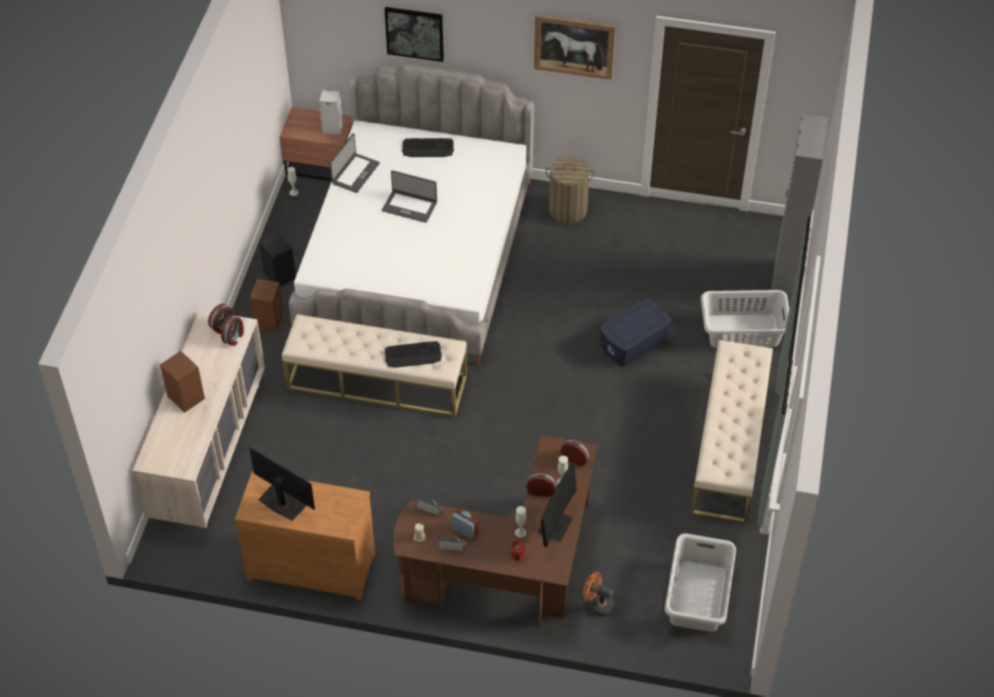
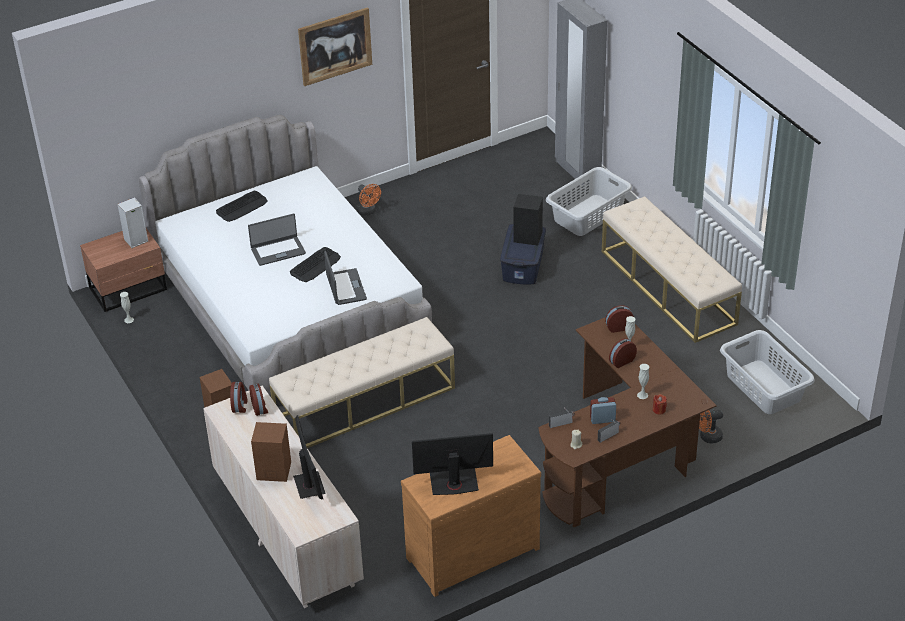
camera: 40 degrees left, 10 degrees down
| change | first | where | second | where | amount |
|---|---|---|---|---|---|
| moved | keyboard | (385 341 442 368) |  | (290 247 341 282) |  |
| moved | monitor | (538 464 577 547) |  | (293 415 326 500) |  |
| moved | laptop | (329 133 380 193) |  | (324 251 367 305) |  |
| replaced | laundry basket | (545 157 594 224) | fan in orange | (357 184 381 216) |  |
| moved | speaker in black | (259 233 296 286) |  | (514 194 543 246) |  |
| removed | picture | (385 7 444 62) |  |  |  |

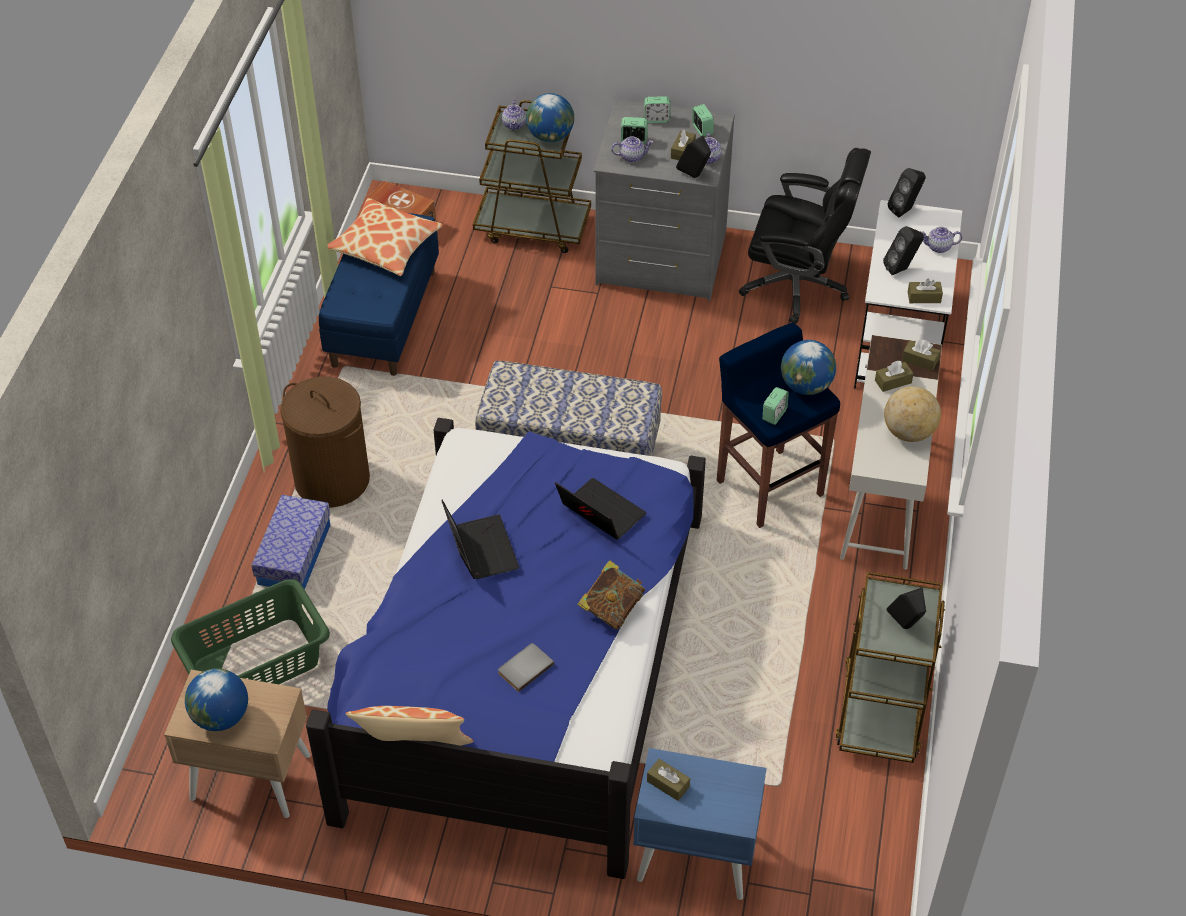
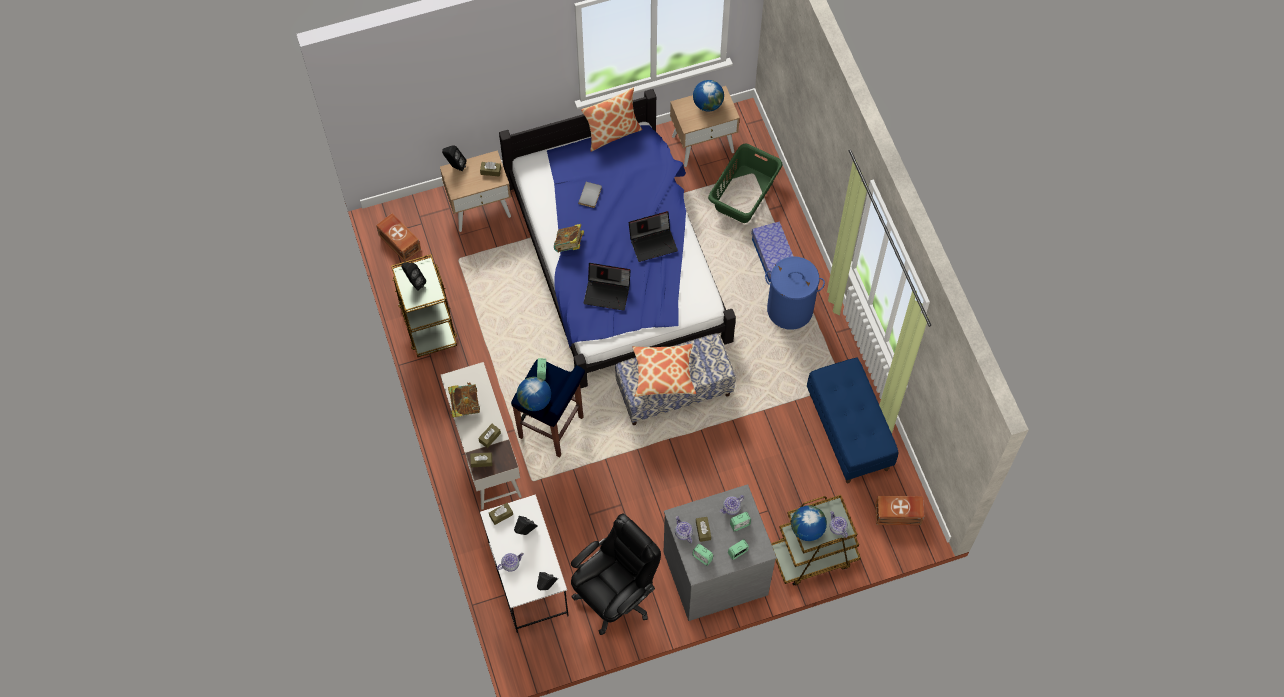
camera: 150 degrees right, 15 degrees up
| change | first | where | second | where | amount |
|---|---|---|---|---|---|
| added |  |  | storage box in brown | (376 213 421 262) |  |
| recoloured | nightstand in blue | (633 748 767 900) | nightstand in beige | (440 150 511 232) |  |
| moved | speaker in black | (676 135 711 178) |  | (442 145 467 172) |  |
| replaced | globe | (884 386 941 442) | book | (448 382 480 418) |  |
| turned | office chair in black | (739 148 871 324) |  | (571 513 661 635) | 150 degrees clockwise |
| turned | laptop | (441 500 519 579) |  | (629 211 678 262) | 60 degrees counterclockwise |
| moved | pillow | (328 198 443 276) |  | (632 344 696 397) |  |
| recoloured | laundry basket in brown | (281 376 370 507) | laundry basket in blue | (765 257 825 330) |  |

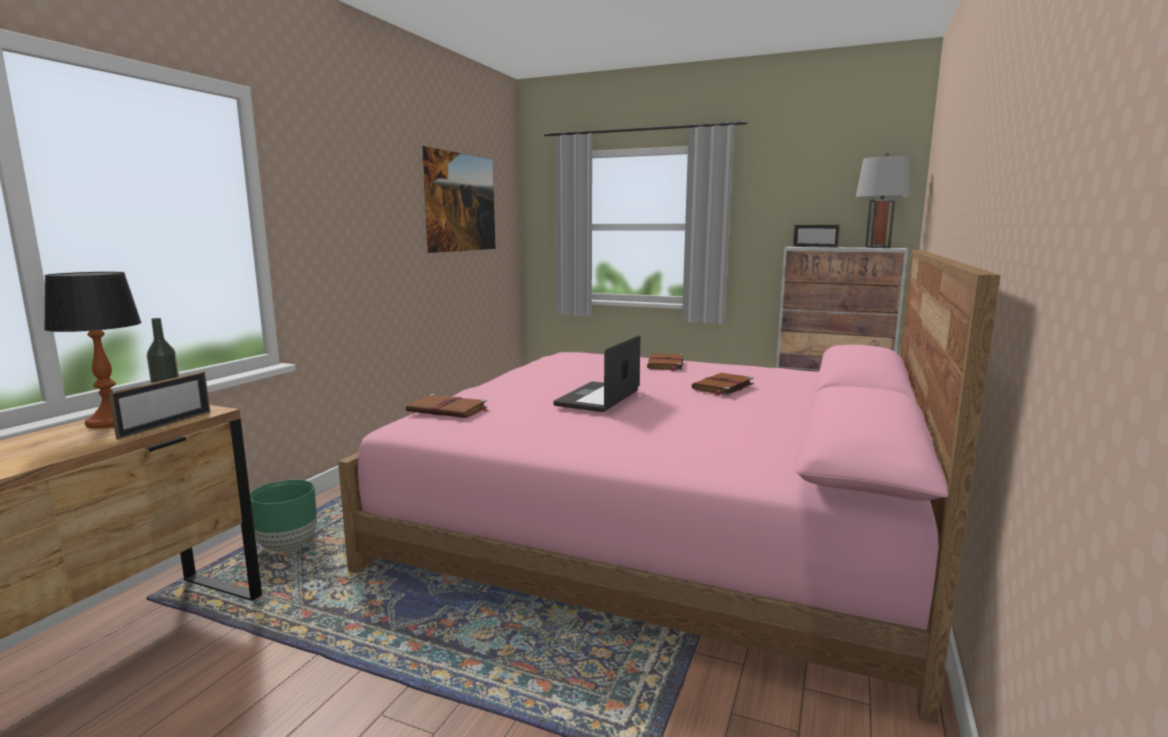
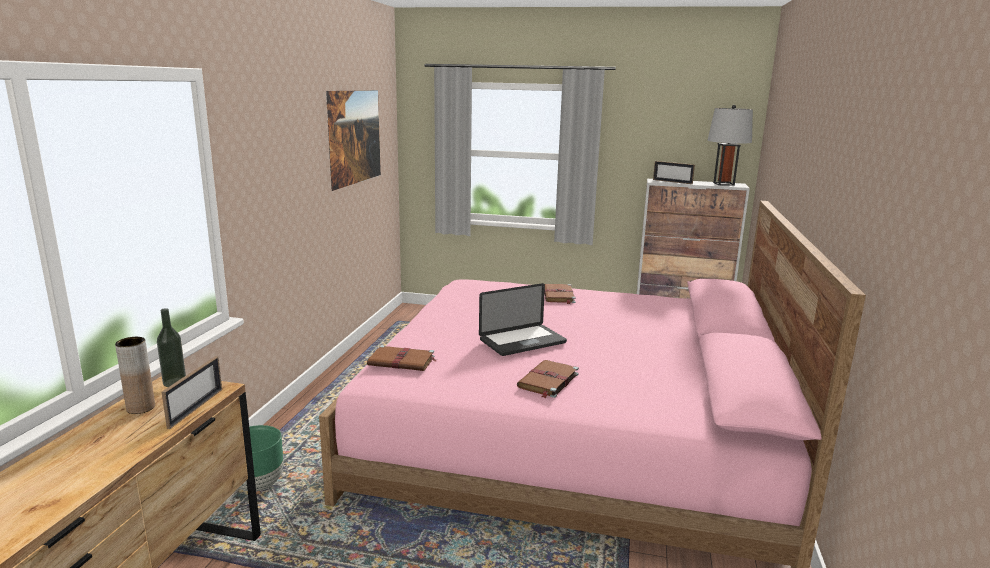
camera: 10 degrees left, 5 degrees up
| change | first | where | second | where | amount |
|---|---|---|---|---|---|
| replaced | table lamp | (44 272 142 428) | vase in brown | (115 337 155 414) |  |
| turned | laptop | (554 335 640 412) |  | (479 283 567 356) | 135 degrees counterclockwise |
| moved | book in brown | (691 373 754 396) |  | (517 360 579 398) |  |

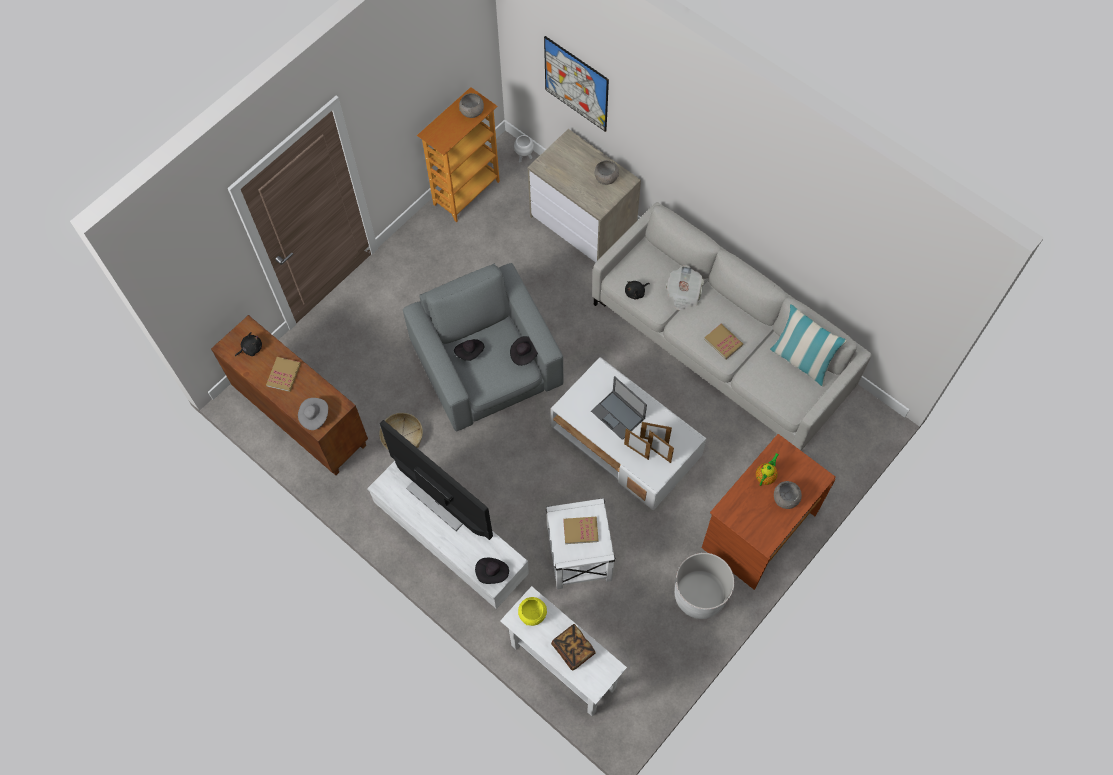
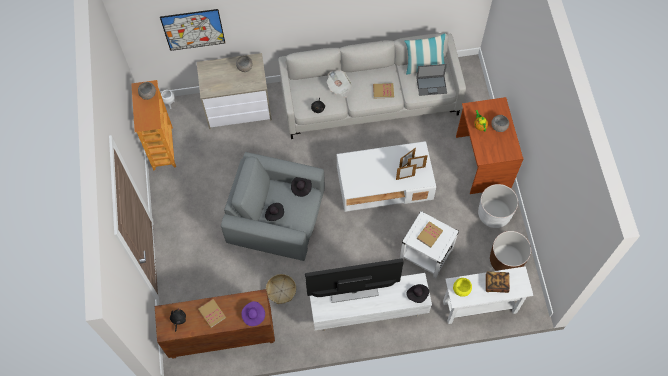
camera: 50 degrees left, 0 degrees up
| change | first | where | second | where | amount |
|---|---|---|---|---|---|
| recoloured | hat in grey | (298 398 328 430) | hat in purple | (241 301 265 326) |  |
| moved | laptop | (591 376 647 440) |  | (417 64 447 96) |  |
| added |  |  | planter in brown | (490 231 531 271) |  |

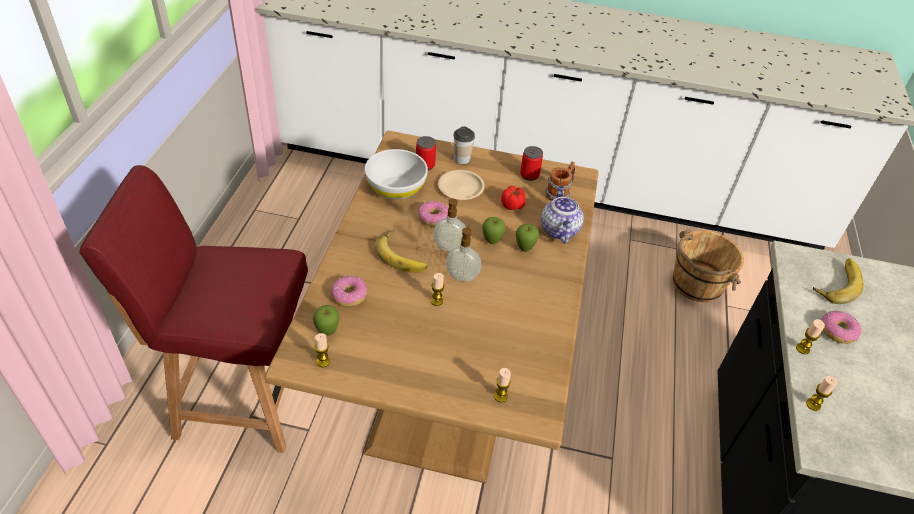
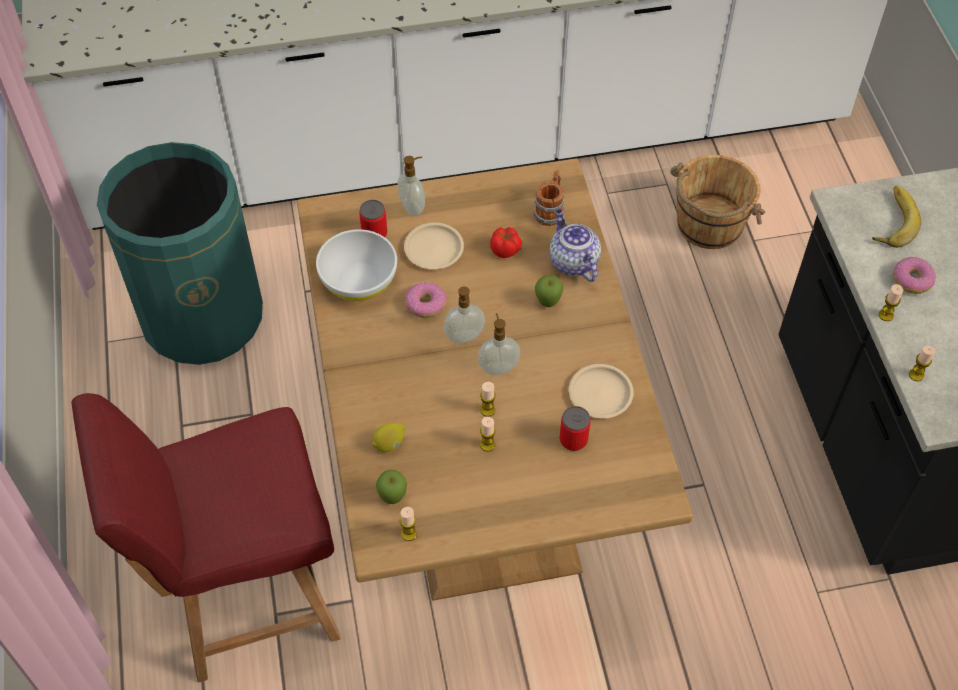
camera: 20 degrees left, 10 degrees up
| change | first | where | second | where | amount |
|---|---|---|---|---|---|
| added |  |  | trash can in green | (97 142 263 365) |  |
| replaced | donut | (331 276 367 307) | lemon | (372 423 405 452) |  |
| replaced | cup | (453 127 475 164) | soap dispenser | (398 156 425 216) |  |
| moved | candle | (494 368 511 402) |  | (480 417 496 451) |  |
| moved | can | (520 146 543 181) |  | (559 406 590 451) |  |
| added |  |  | plate in beige | (569 364 634 418) |  |
| removed | banana | (375 230 428 272) |  |  |  |
| removed | apple | (482 217 506 244) |  |  |  |

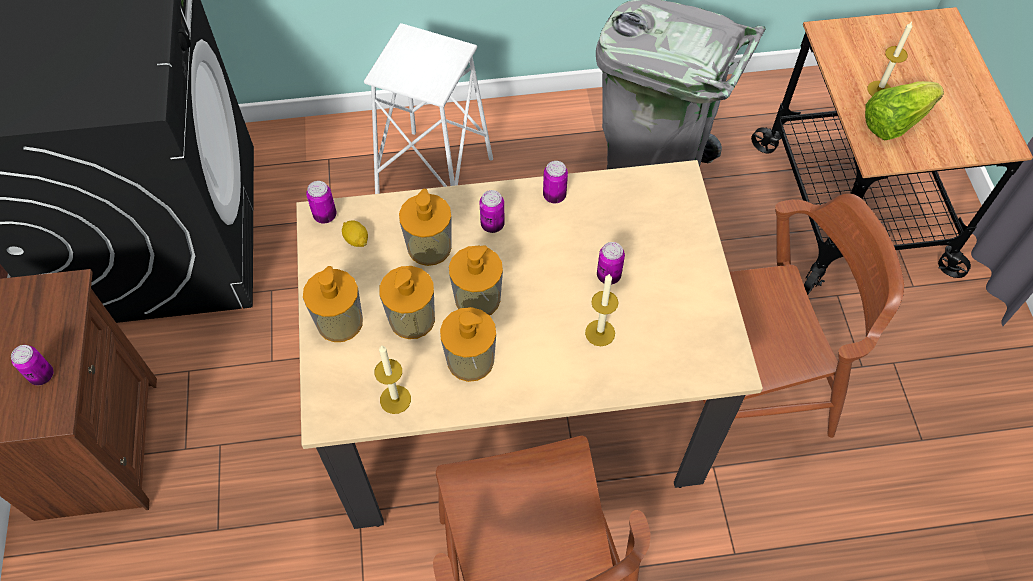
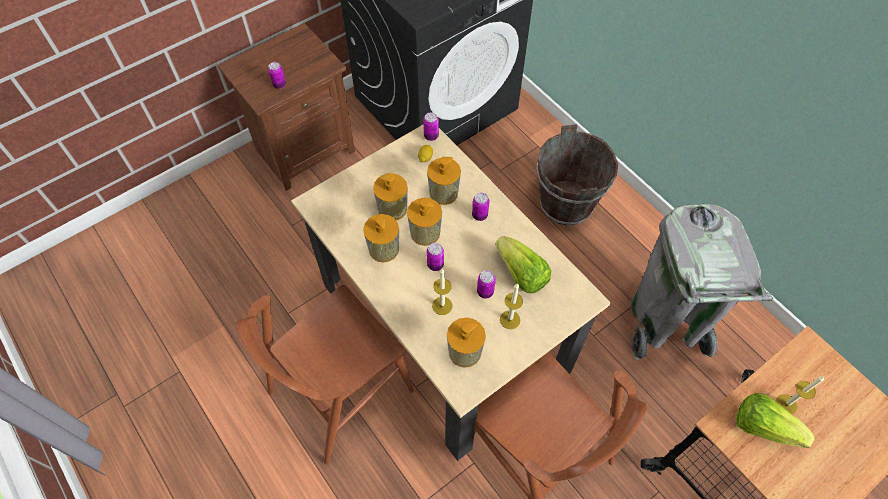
camera: 60 degrees right, 0 degrees up
| change | first | where | second | where | amount |
|---|---|---|---|---|---|
| moved | can | (543 161 568 203) |  | (427 243 444 271) |  |
| moved | soap dispenser | (303 266 363 342) |  | (447 317 486 368) |  |
| added |  |  | lettuce | (495 236 551 293) |  |
| moved | candle | (374 346 411 414) |  | (500 283 523 329) |  |
| replaced | stool in white | (364 23 493 194) | bucket in brown | (536 124 618 226) |  |

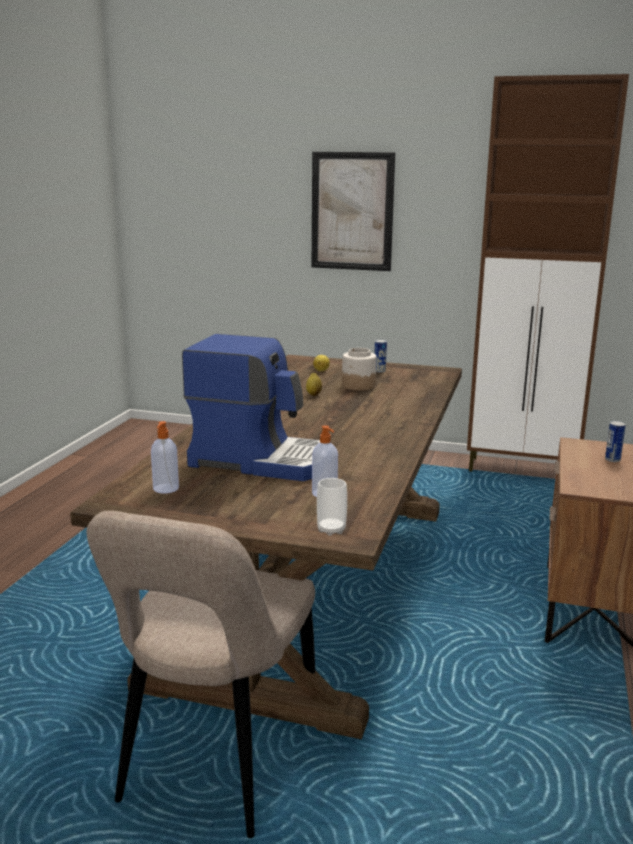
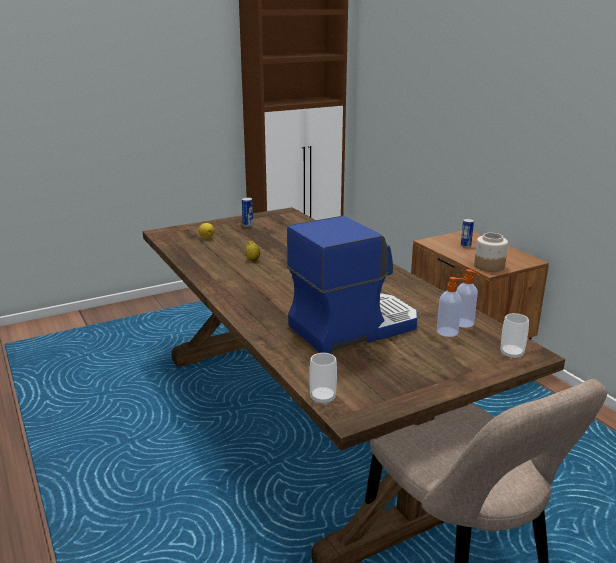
camera: 45 degrees left, 5 degrees up
| change | first | where | second | where | amount |
|---|---|---|---|---|---|
| added |  |  | cup | (309 353 337 405) |  |
| moved | soap dispenser | (151 421 179 493) |  | (456 269 480 328) |  |
| moved | jar | (342 348 377 391) |  | (474 233 508 272) |  |
| removed | picture | (312 152 395 271) |  |  |  |

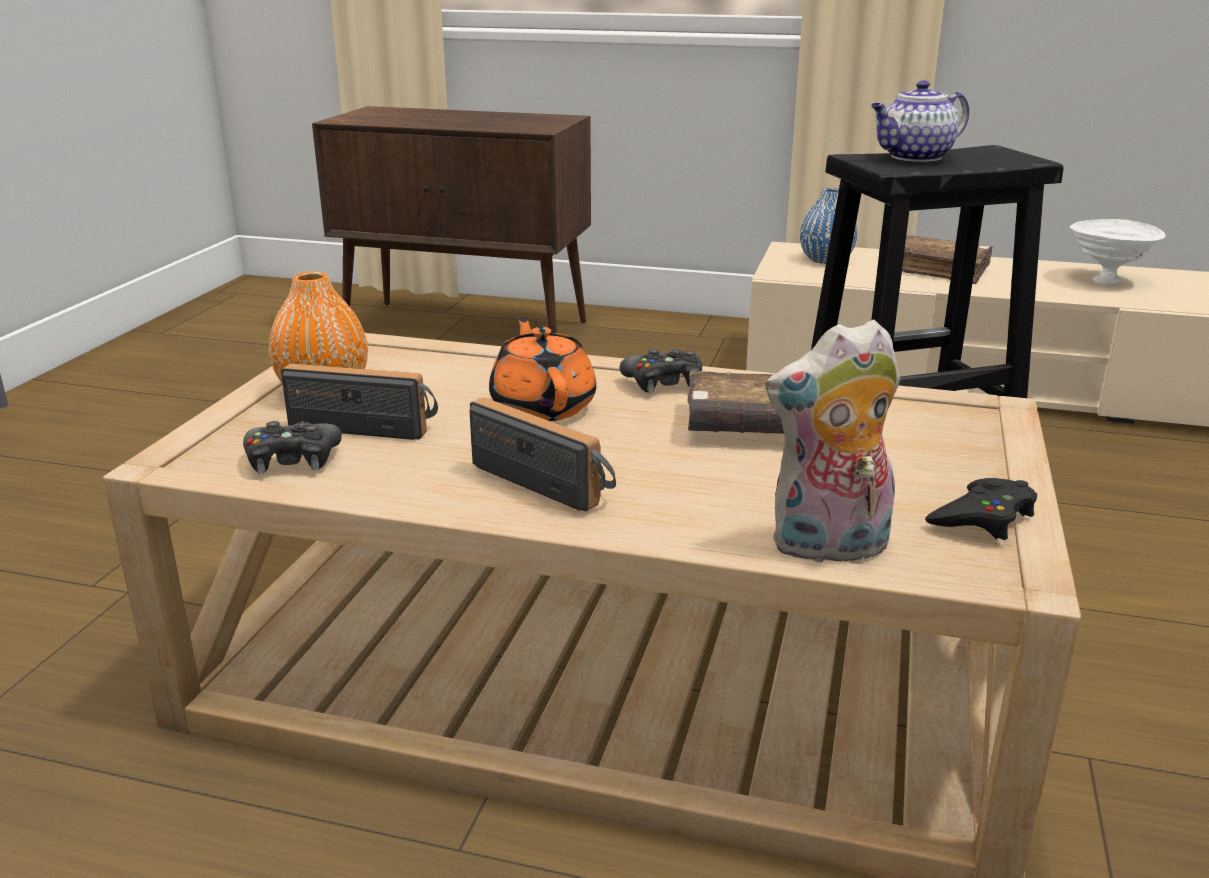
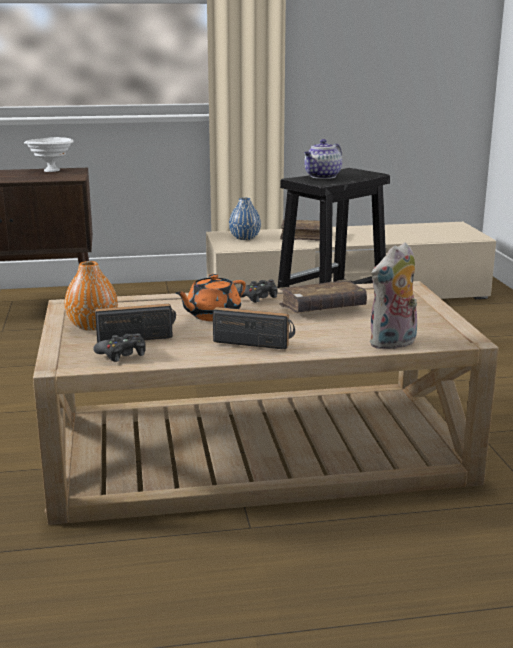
camera: 25 degrees left, 5 degrees down
| change | first | where | second | where | amount |
|---|---|---|---|---|---|
| moved | bowl in white | (1070 219 1166 285) |  | (24 137 74 172) |  |
| turned | teapot in orange | (489 317 596 421) |  | (175 274 246 321) | 90 degrees counterclockwise |
| removed | game controller in black | (925 478 1037 540) |  |  |  |

